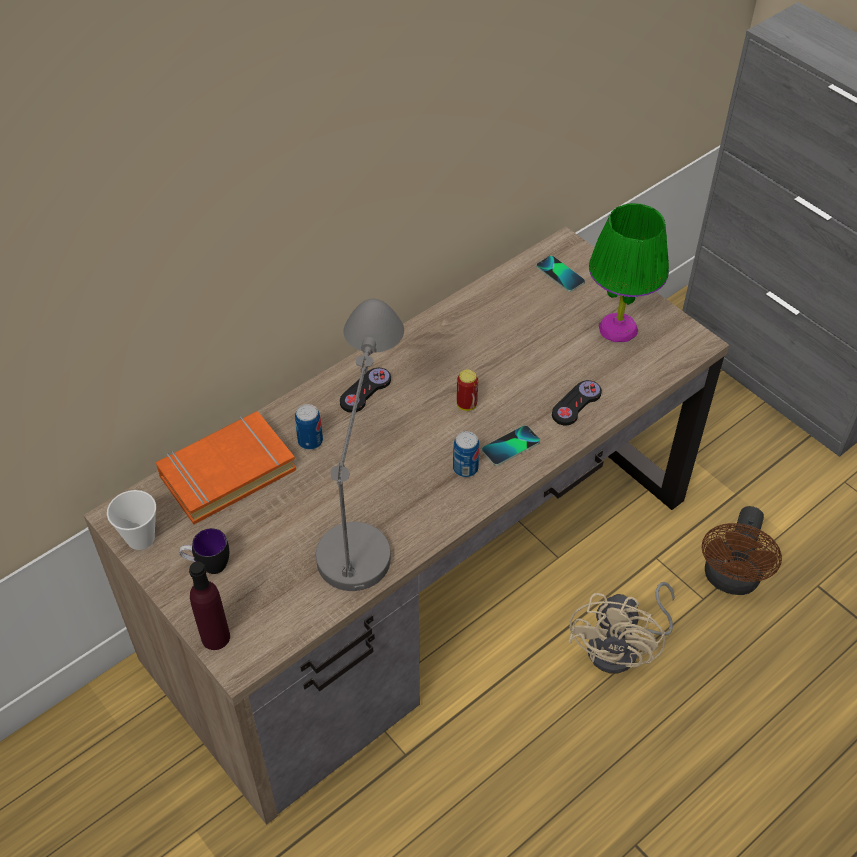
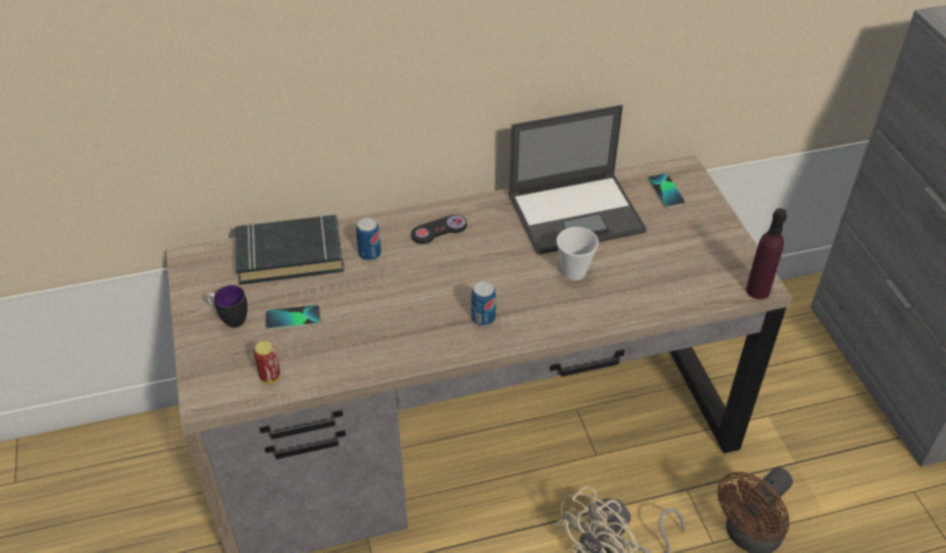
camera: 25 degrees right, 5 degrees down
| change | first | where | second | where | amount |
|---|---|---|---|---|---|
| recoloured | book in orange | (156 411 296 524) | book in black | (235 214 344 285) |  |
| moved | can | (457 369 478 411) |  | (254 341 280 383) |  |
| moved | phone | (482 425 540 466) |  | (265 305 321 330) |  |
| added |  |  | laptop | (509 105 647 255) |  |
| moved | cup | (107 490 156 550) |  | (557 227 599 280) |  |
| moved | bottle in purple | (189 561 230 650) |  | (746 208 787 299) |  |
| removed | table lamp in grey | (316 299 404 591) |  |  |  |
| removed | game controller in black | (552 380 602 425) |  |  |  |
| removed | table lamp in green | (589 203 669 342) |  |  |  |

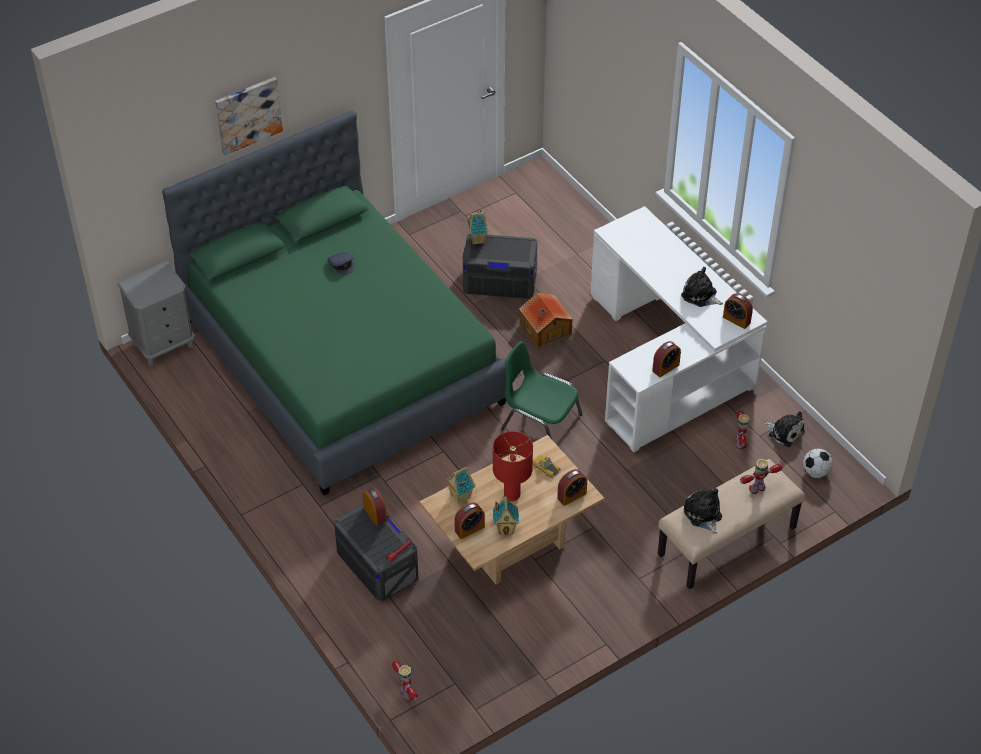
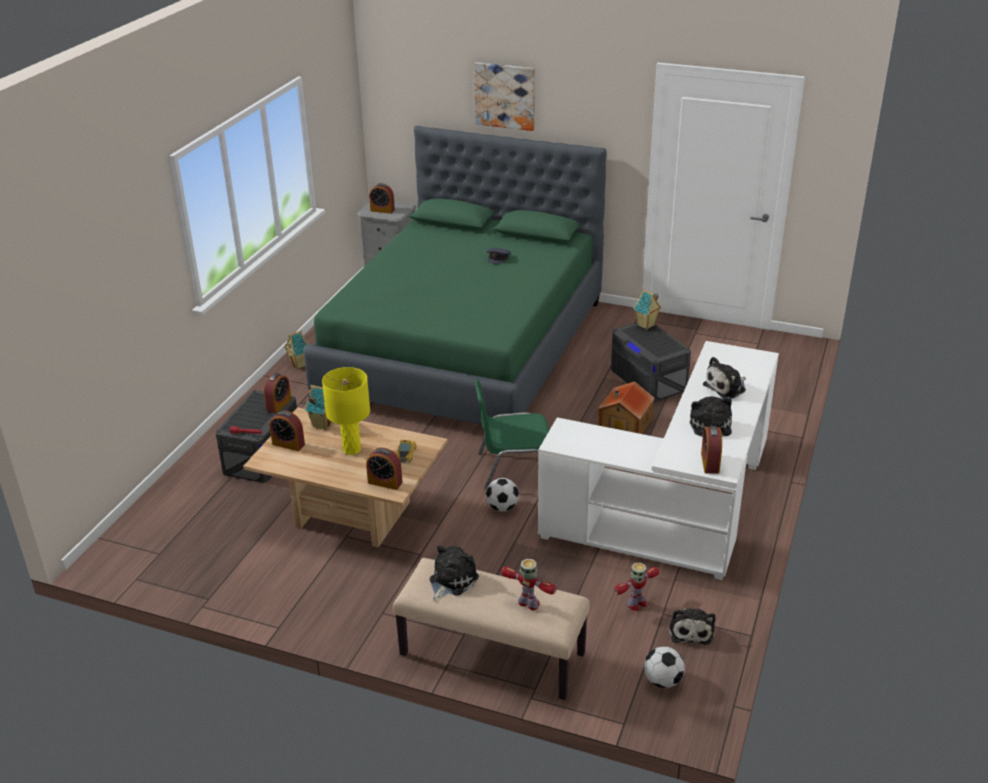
camera: 55 degrees right, 15 degrees down
| change | first | where | second | where | amount |
|---|---|---|---|---|---|
| moved | toy house | (493 496 519 535) |  | (284 331 308 369) |  |
| recoloured | table lamp in red | (493 431 533 501) | table lamp in yellow | (322 367 370 455) |  |
| moved | alarm clock | (652 341 681 377) |  | (369 183 395 214) |  |
| turned | chair in green | (501 341 583 439) |  | (475 380 549 490) | 90 degrees counterclockwise |
| added |  |  | football | (486 478 519 511) |  |
| added |  |  | plush toy | (703 357 746 399) |  |
| removed | toy robot | (392 660 418 701) |  |  |  |

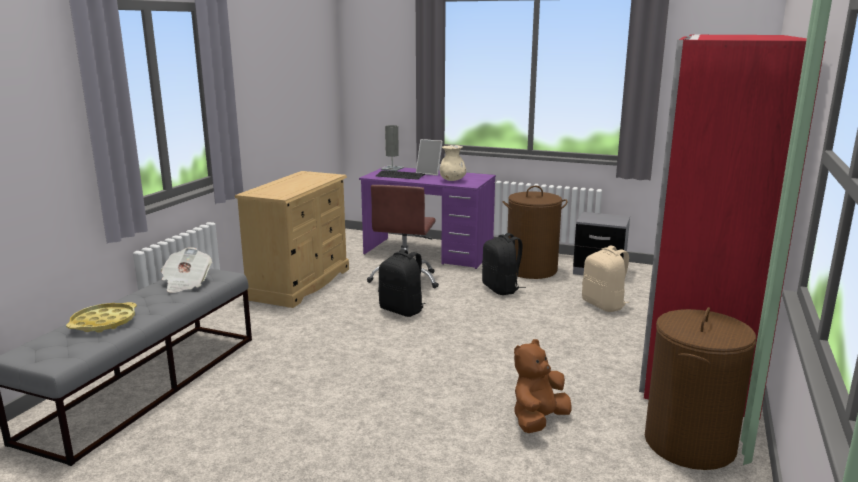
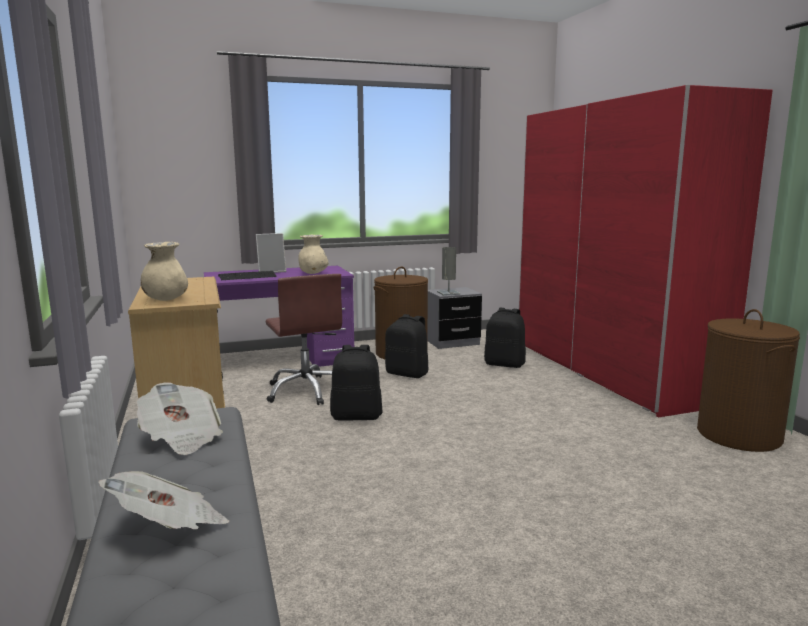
camera: 40 degrees left, 5 degrees down
| change | first | where | second | where | amount |
|---|---|---|---|---|---|
| replaced | tray in yellow | (66 302 137 333) | newspaper | (99 471 230 529) |  |
| added |  |  | vase in beige | (141 242 188 301) |  |
| moved | table lamp in grey | (381 125 404 171) |  | (437 247 461 296) |  |
| recoloured | backpack in beige | (582 245 629 312) | backpack in black | (484 308 526 368) |  |
| removed | plush toy in brown | (514 339 572 433) |  |  |  |

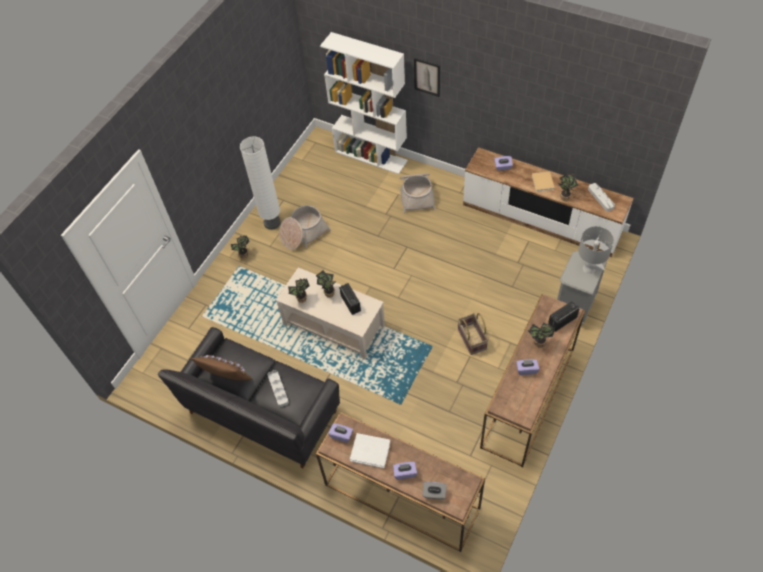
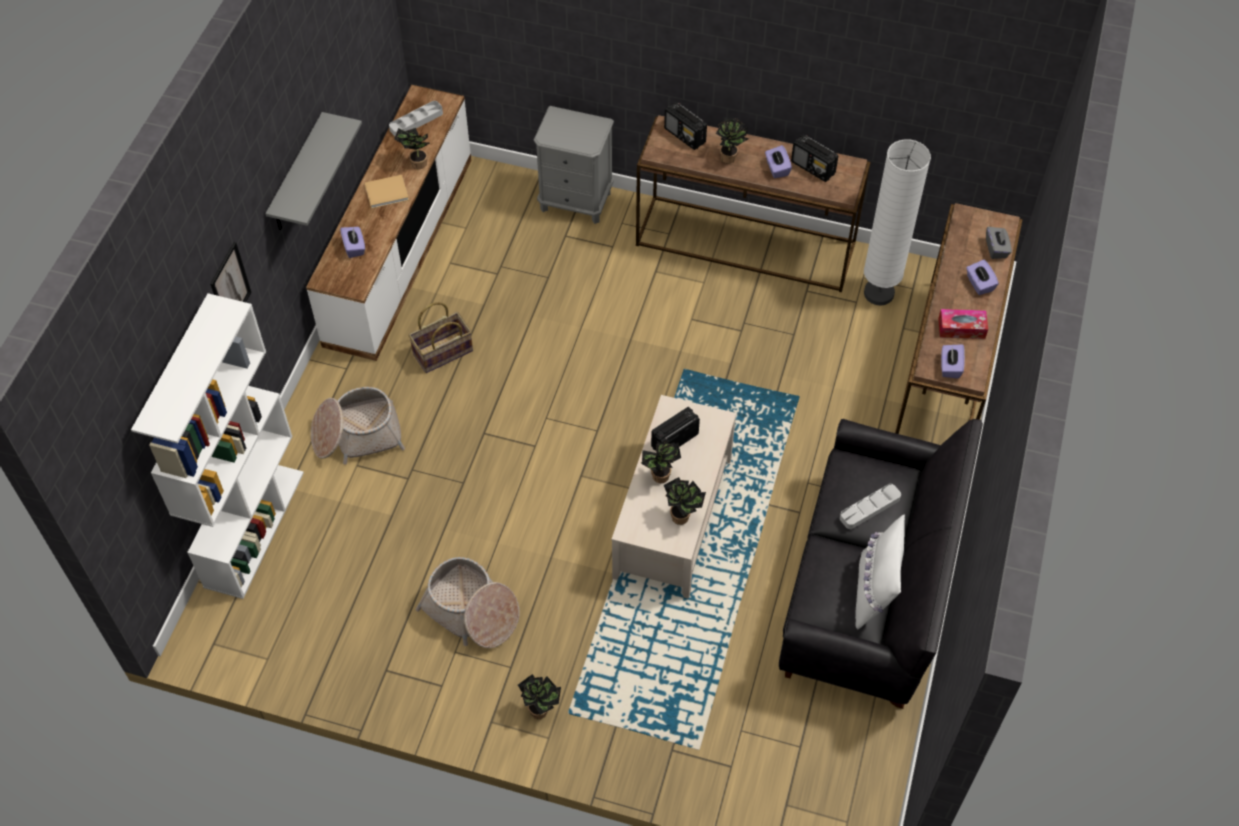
camera: 105 degrees left, 0 degrees up
| change | first | where | second | where | amount |
|---|---|---|---|---|---|
| added |  |  | shelf in grey | (265 112 362 230) |  |
| moved | basket | (458 313 489 355) |  | (408 302 473 373) |  |
| added |  |  | radio | (791 135 838 182) |  |
| recoloured | pillow in brown | (190 355 253 380) | pillow in white | (855 515 905 630) |  |
| moved | floor lamp in white | (240 136 281 230) |  | (864 139 931 305) |  |
| replaced | book in white | (350 433 390 468) | tissue box | (938 309 988 339) |  |
| removed | table lamp in grey | (578 226 614 273) |  |  |  |

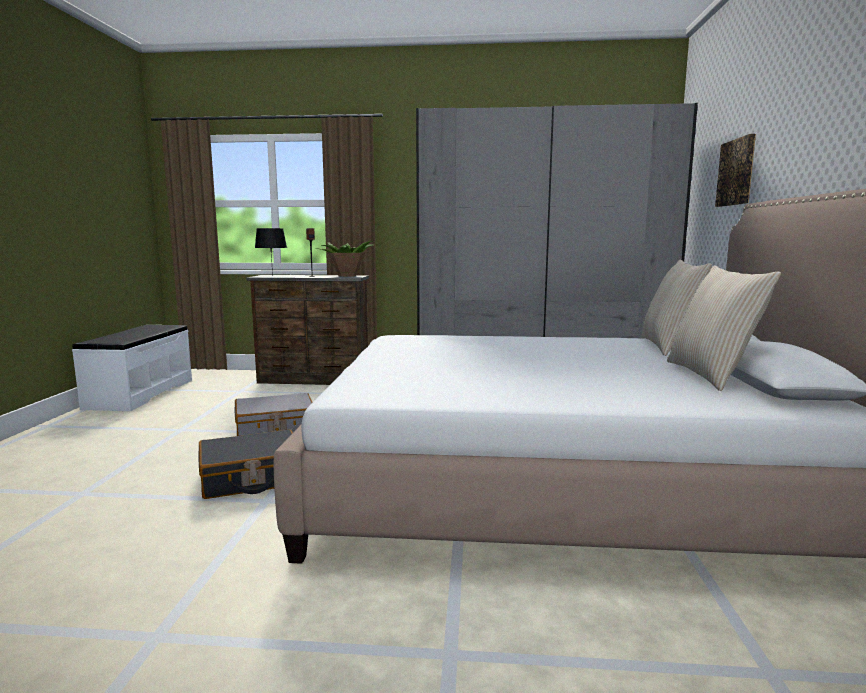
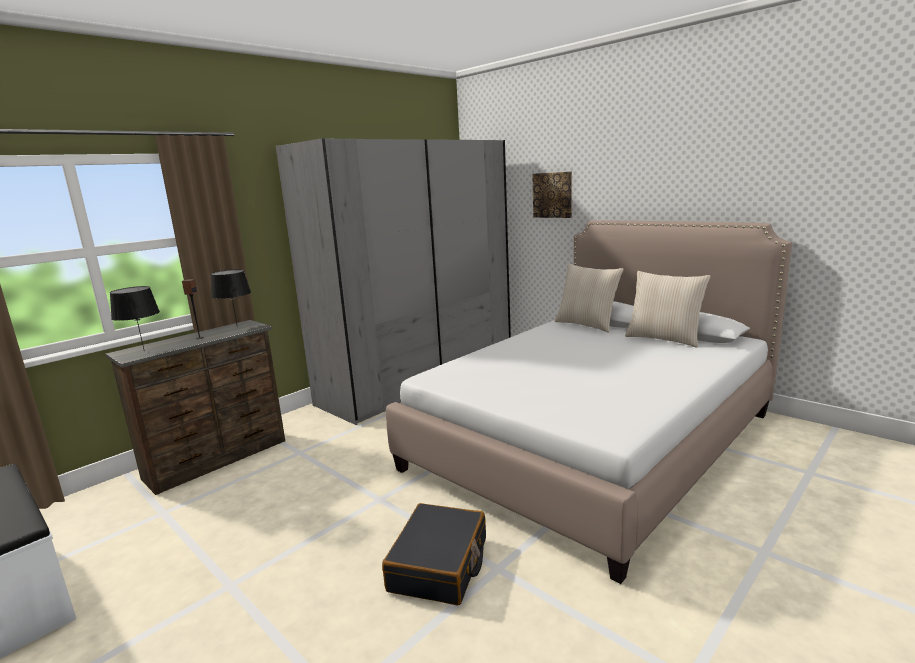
camera: 50 degrees left, 5 degrees up
| change | first | where | second | where | amount |
|---|---|---|---|---|---|
| replaced | potted plant | (316 241 373 277) | table lamp in black | (211 269 251 324) |  |
| removed | suitcase in grey | (234 393 312 436) |  |  |  |

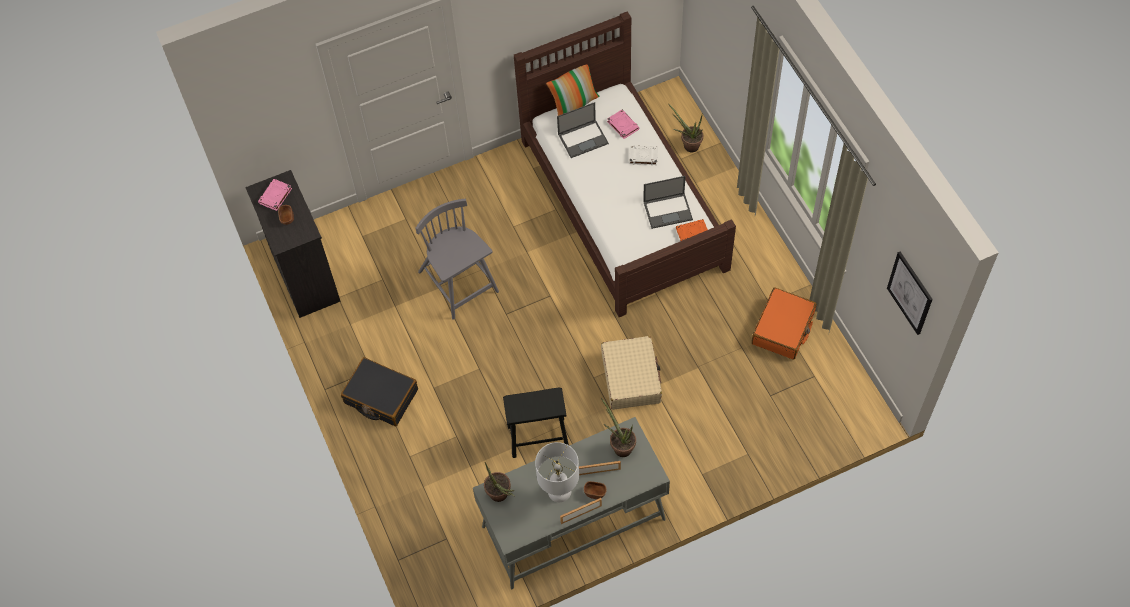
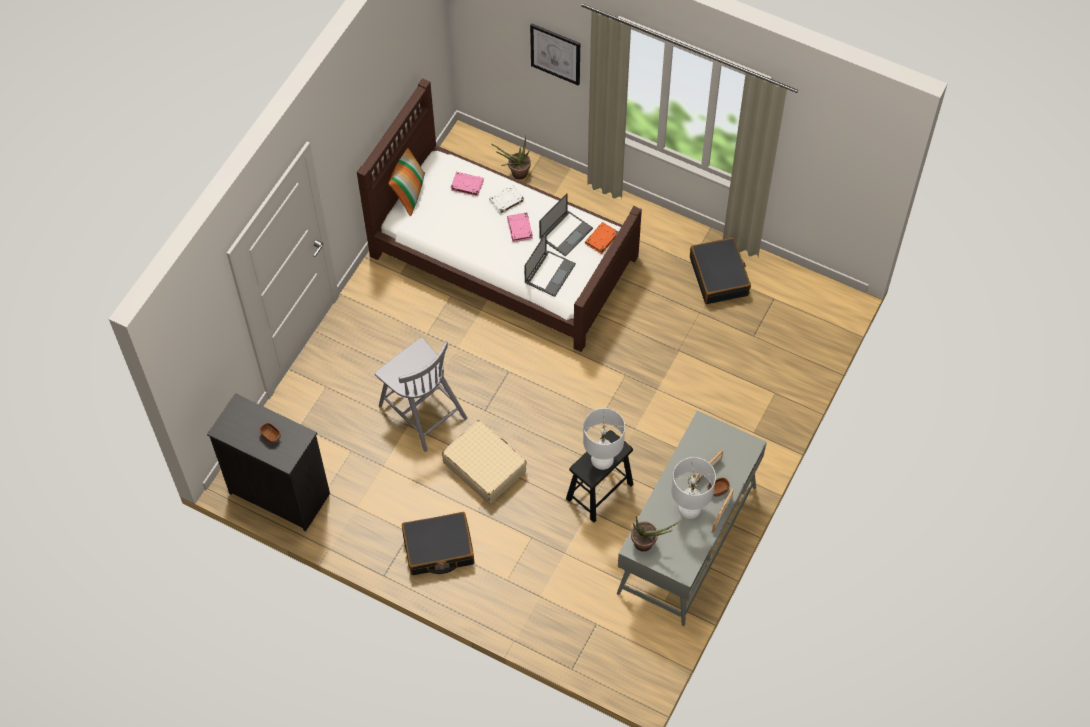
camera: 40 degrees left, 0 degrees up
| change | first | where | second | where | amount |
|---|---|---|---|---|---|
| turned | chair in grey | (415 199 499 320) |  | (375 337 468 452) | 150 degrees counterclockwise |
| moved | suitcase in beige | (601 336 662 410) |  | (442 420 527 504) |  |
| moved | book in pink | (258 179 292 211) |  | (507 213 533 242) |  |
| moved | laptop | (557 102 609 158) |  | (524 233 576 297) |  |
| moved | picture | (887 252 933 335) |  | (530 23 580 86) |  |
| added |  |  | table lamp in white | (583 408 625 470) |  |
| recoloured | suitcase in orange | (752 287 817 360) | suitcase in black | (690 237 751 304) |  |
| removed | potted plant | (601 398 636 457) |  |  |  |

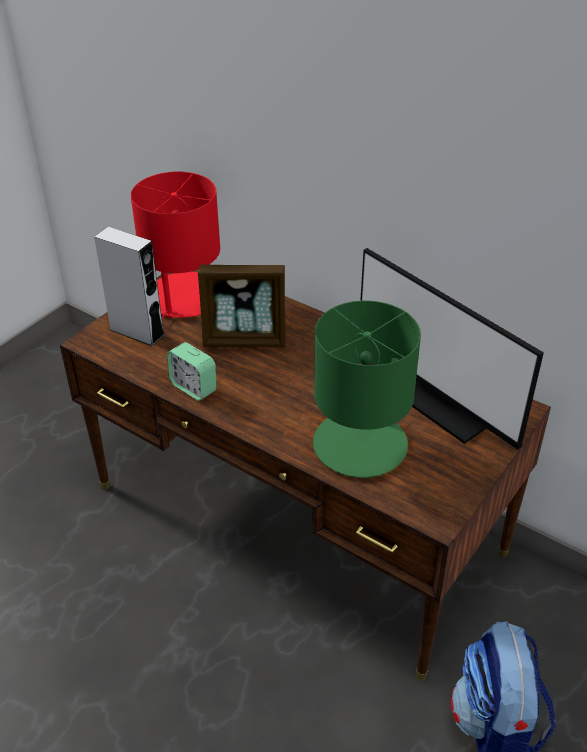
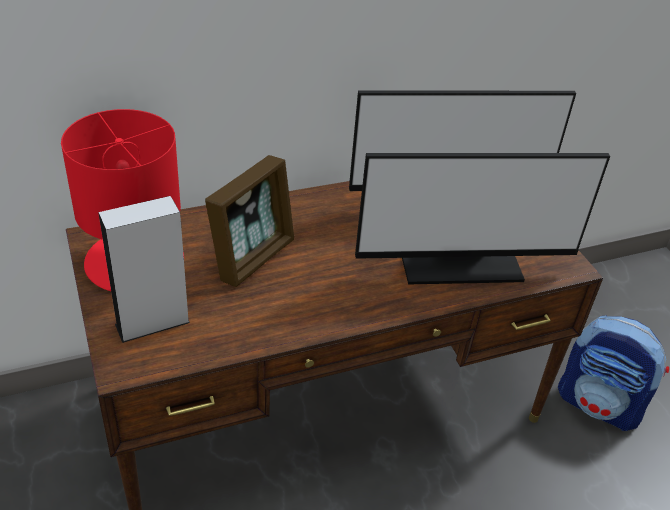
camera: 60 degrees left, 0 degrees up
| change | first | where | second | where | amount |
|---|---|---|---|---|---|
| replaced | table lamp in green | (313 301 421 478) | monitor | (355 153 610 285) |  |
| removed | alarm clock | (167 342 217 401) |  |  |  |

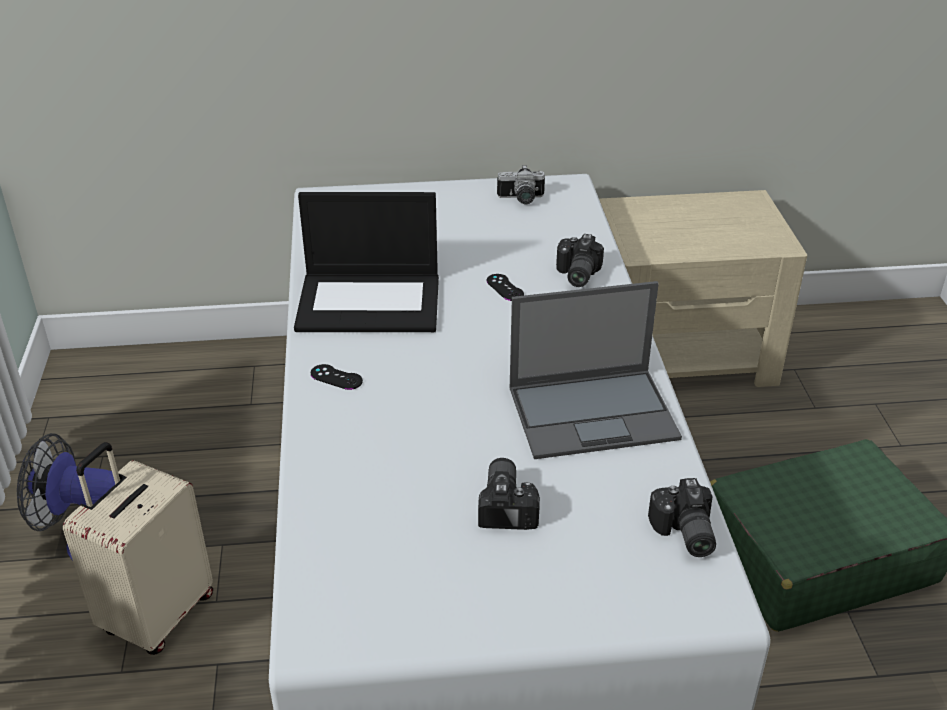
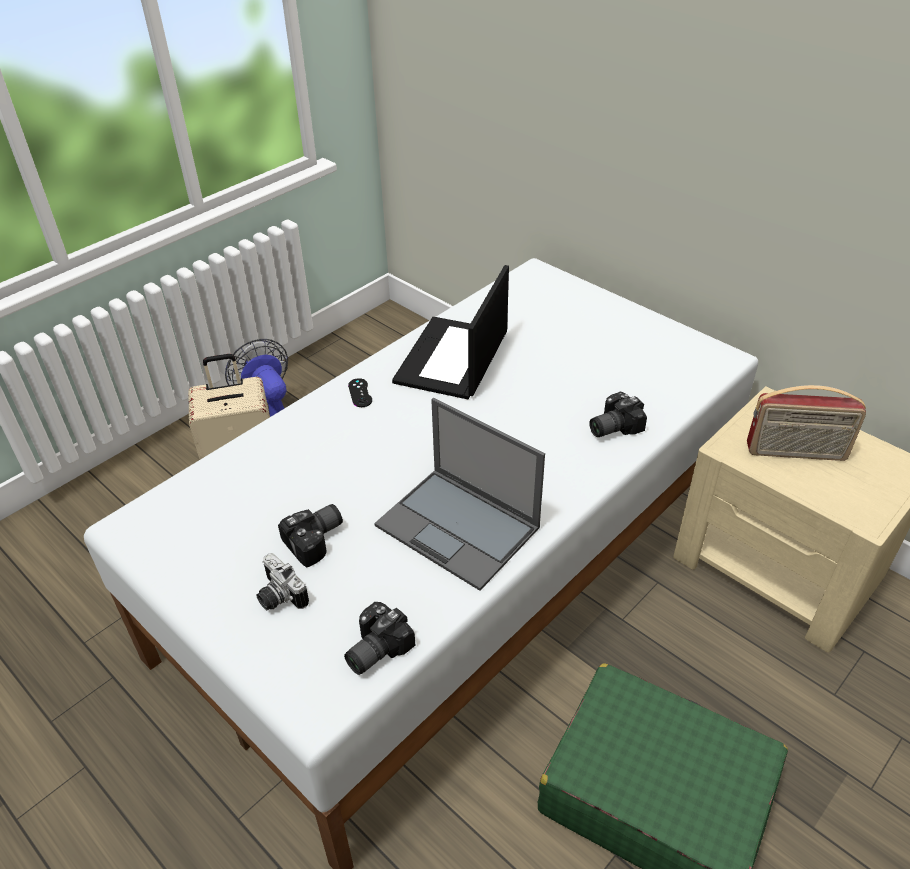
camera: 50 degrees right, 5 degrees up
| change | first | where | second | where | amount |
|---|---|---|---|---|---|
| moved | photo camera | (497 165 545 204) |  | (256 553 309 610) |  |
| turned | laptop | (294 192 439 332) |  | (392 265 509 399) | 60 degrees clockwise |
| added |  |  | radio | (747 385 866 461) |  |
| removed | game controller in black | (487 274 524 301) |  |  |  |

